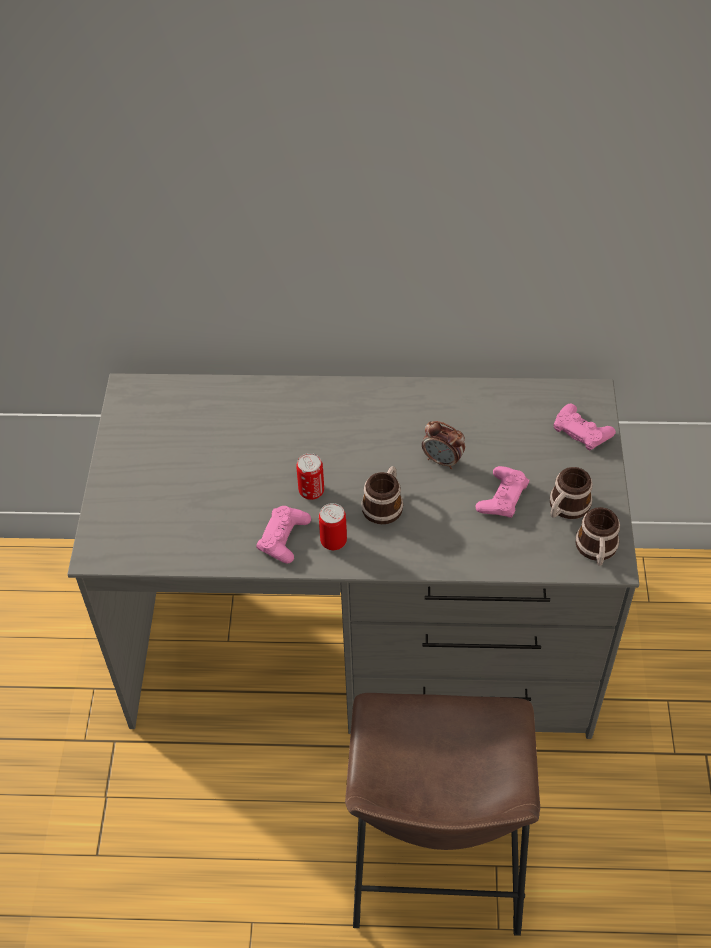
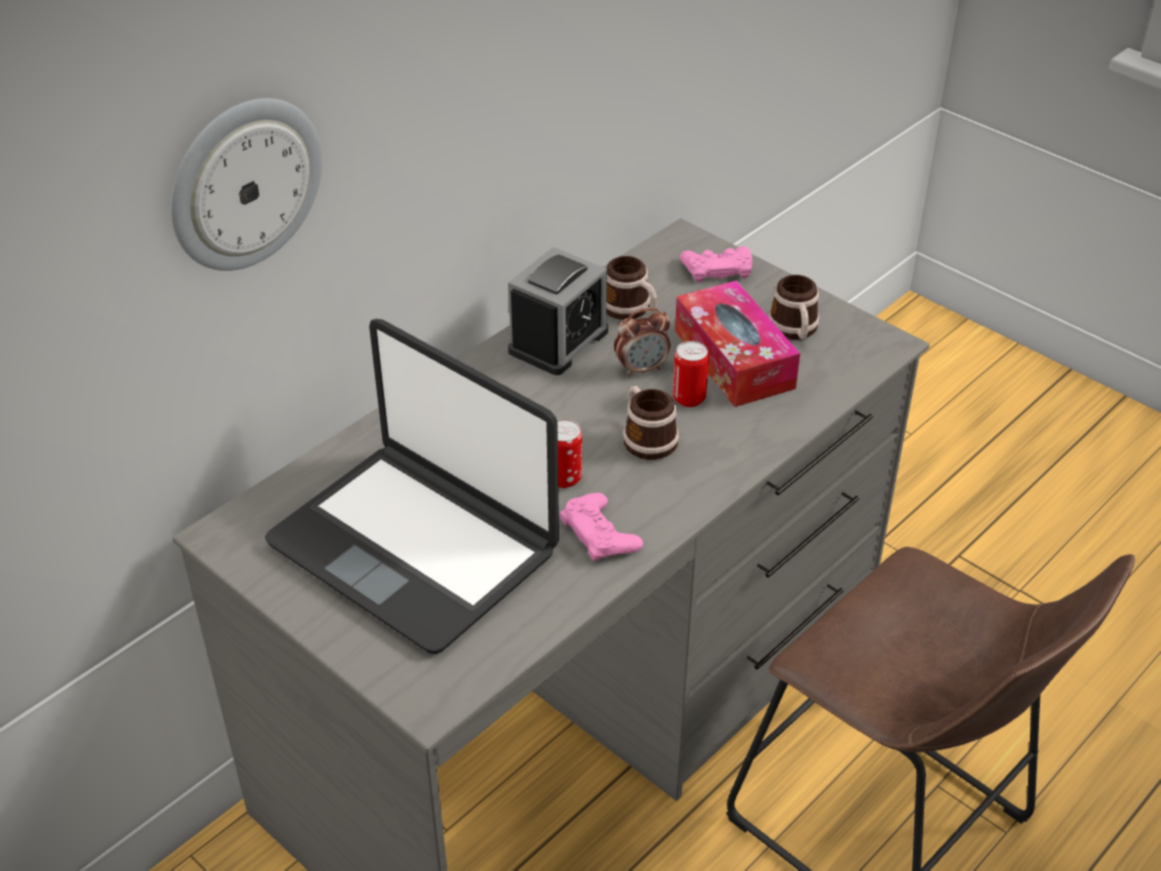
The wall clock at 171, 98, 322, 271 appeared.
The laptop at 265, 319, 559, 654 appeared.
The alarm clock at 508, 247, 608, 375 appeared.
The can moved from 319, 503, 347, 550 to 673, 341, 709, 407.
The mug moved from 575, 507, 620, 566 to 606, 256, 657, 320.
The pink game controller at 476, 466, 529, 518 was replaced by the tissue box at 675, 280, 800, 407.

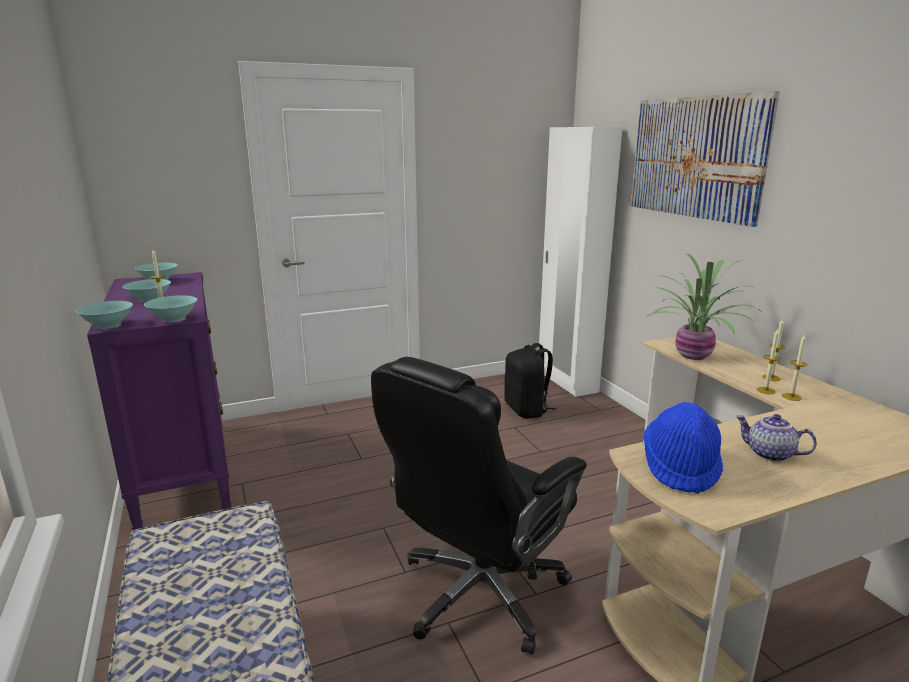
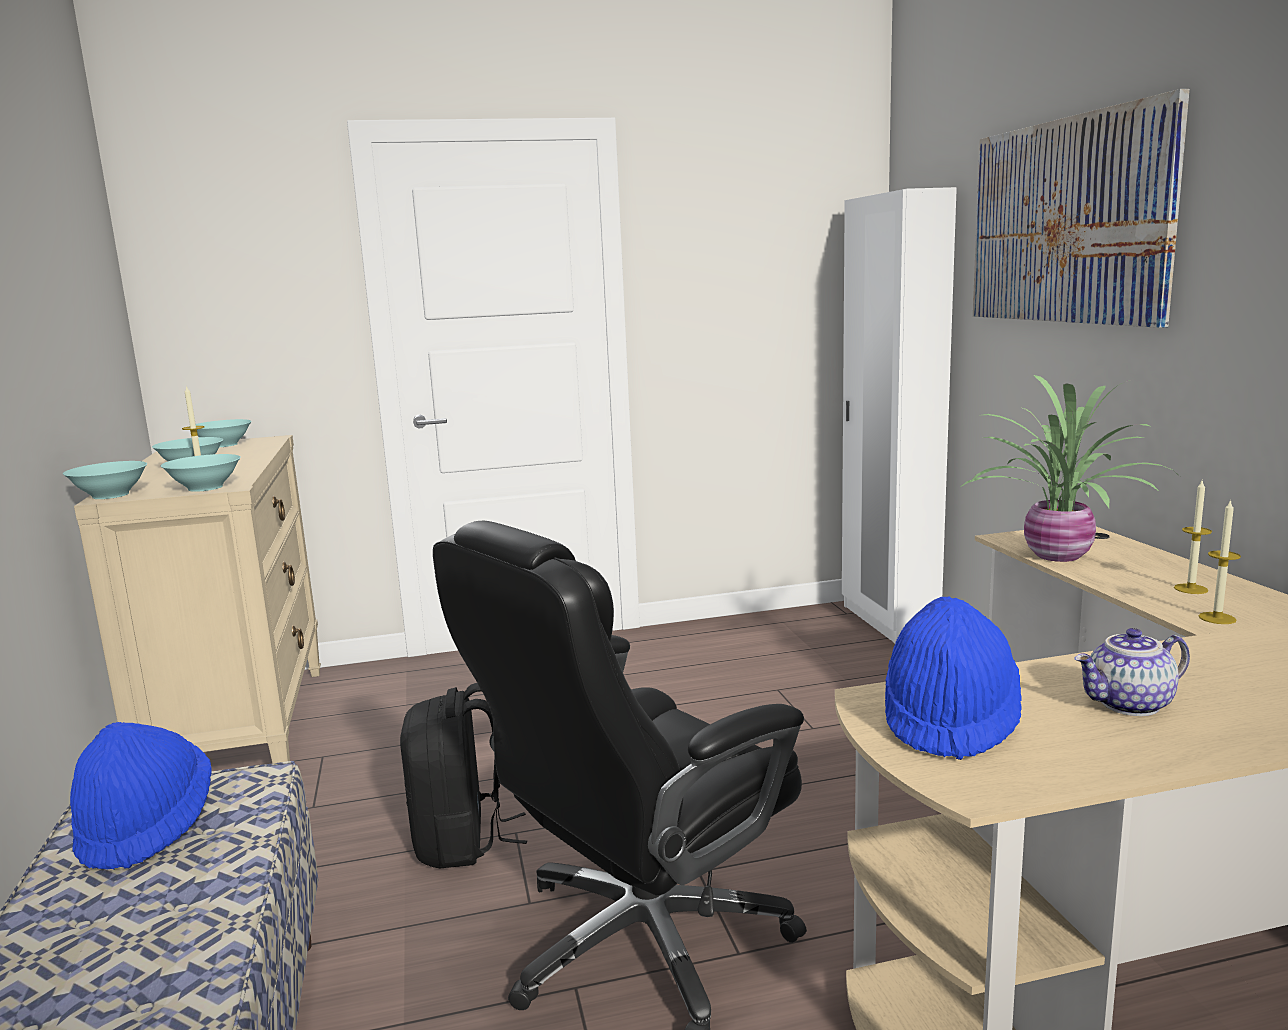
The candle at 756, 329, 781, 394 disappeared.
The blue hat at 70, 722, 212, 870 appeared.
The black backpack moved from 504, 343, 556, 419 to 400, 683, 527, 868.
The purple dresser at 87, 272, 232, 530 became the beige dresser at 74, 435, 321, 764.
The teapot at 735, 414, 817, 462 turned 60 degrees counterclockwise.

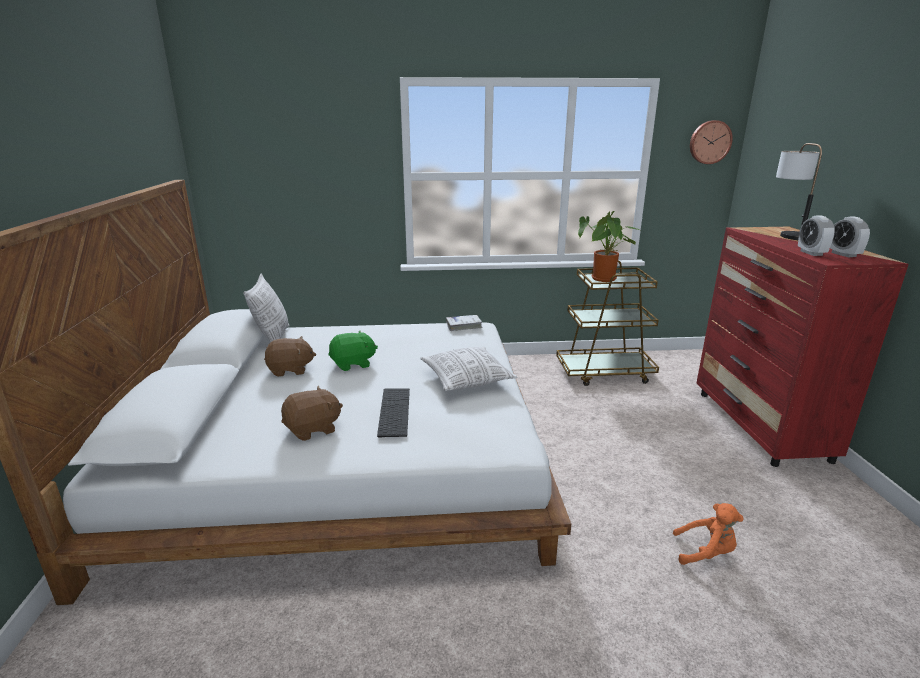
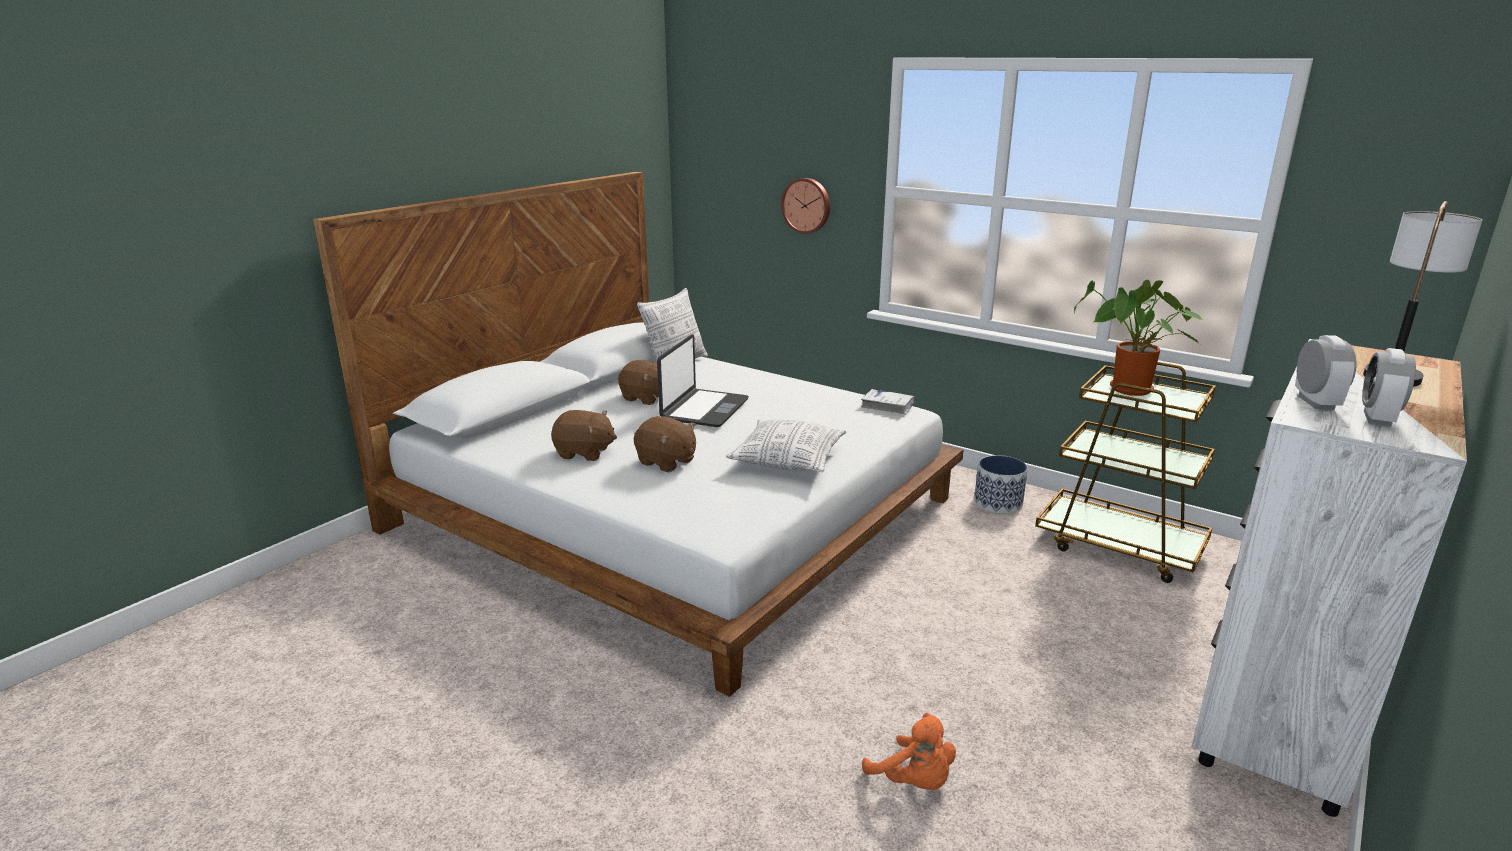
The planter at 974, 455, 1028, 514 appeared.
The wall clock moved from 690, 120, 733, 164 to 781, 178, 830, 234.
The green plush toy at 328, 331, 378, 371 was replaced by the laptop at 657, 334, 749, 427.
The keyboard at 377, 388, 410, 438 was replaced by the brown plush toy at 634, 416, 696, 472.
The red dresser at 696, 227, 909, 467 became the white dresser at 1191, 339, 1467, 817.
The alarm clock at 798, 215, 835, 256 turned 150 degrees clockwise.

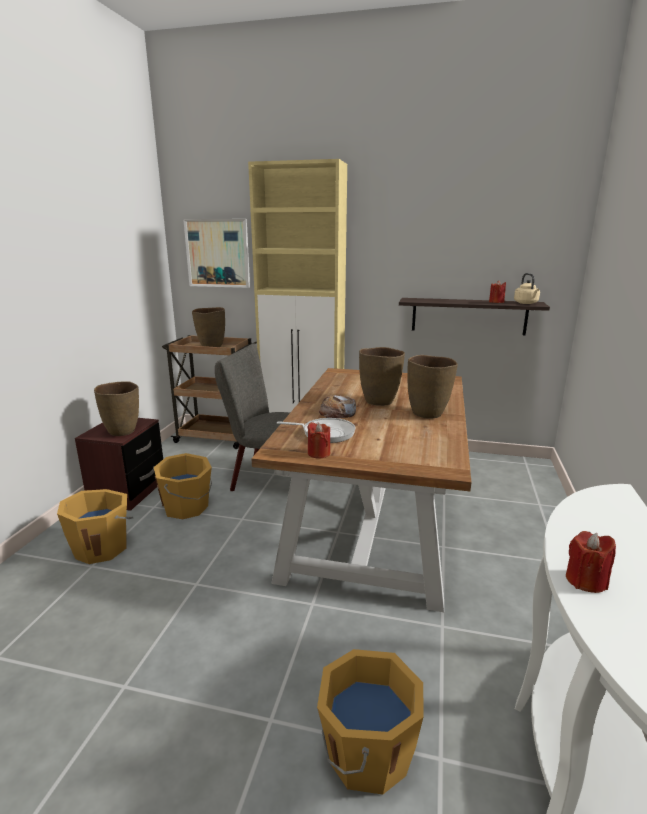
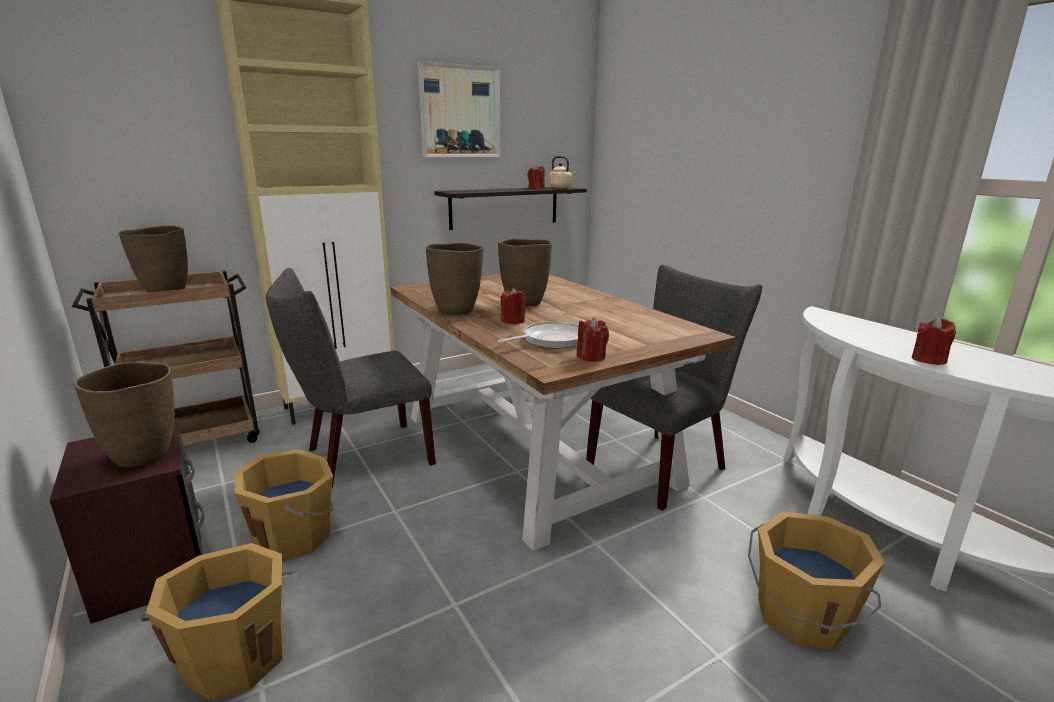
The grey chair at 586, 265, 762, 511 appeared.
The picture moved from 183, 219, 250, 288 to 418, 61, 501, 157.
The brown vase moved from 407, 355, 458, 419 to 426, 243, 483, 315.
The bread at 319, 395, 356, 418 was replaced by the red candle at 500, 288, 526, 324.

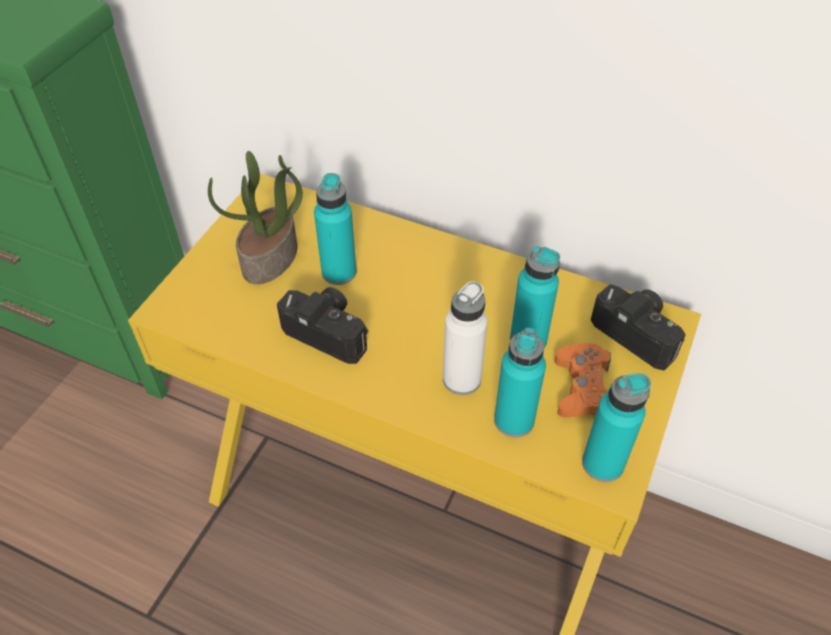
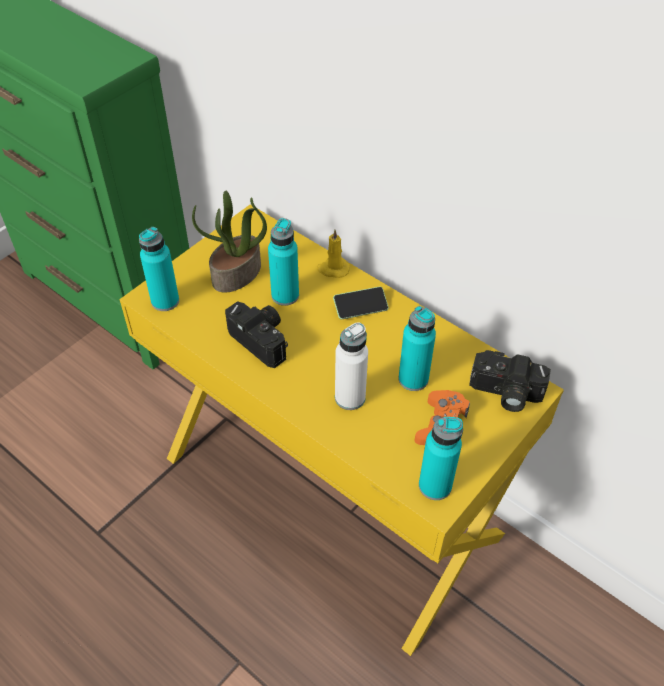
The yellow candle at 316, 229, 350, 278 appeared.
The phone at 333, 287, 389, 319 appeared.
The turquoise bottle moved from 494, 328, 546, 438 to 139, 227, 179, 311.
The photo camera at 591, 284, 686, 370 turned 135 degrees clockwise.

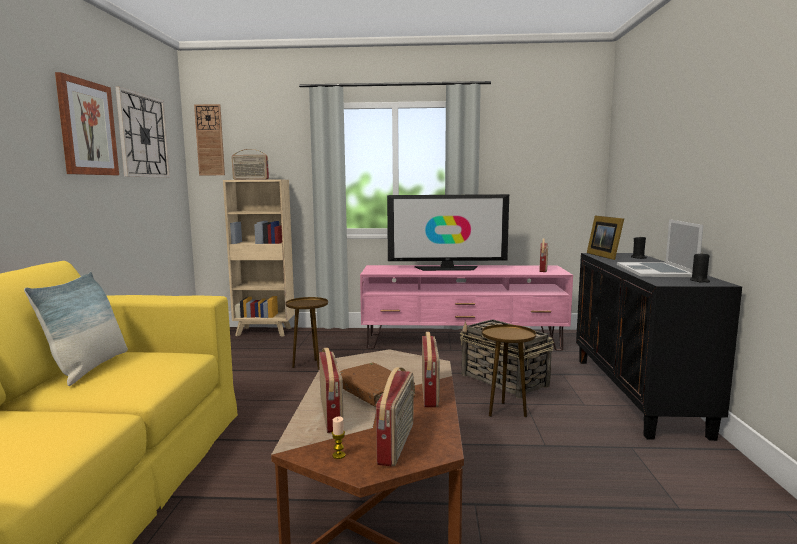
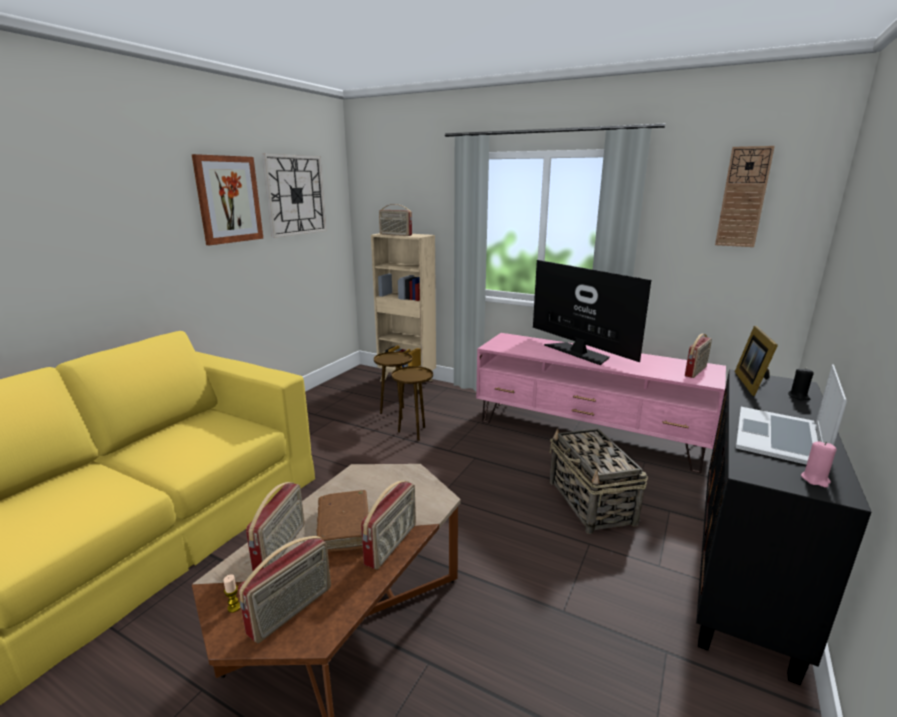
The pillow at 24, 272, 128, 386 disappeared.
The wall clock moved from 194, 104, 225, 176 to 715, 146, 775, 247.
The brown side table moved from 482, 324, 536, 417 to 374, 351, 412, 419.
The black candle at 690, 252, 710, 283 became the pink candle at 801, 441, 837, 488.
The television at 387, 194, 509, 271 turned 150 degrees counterclockwise.

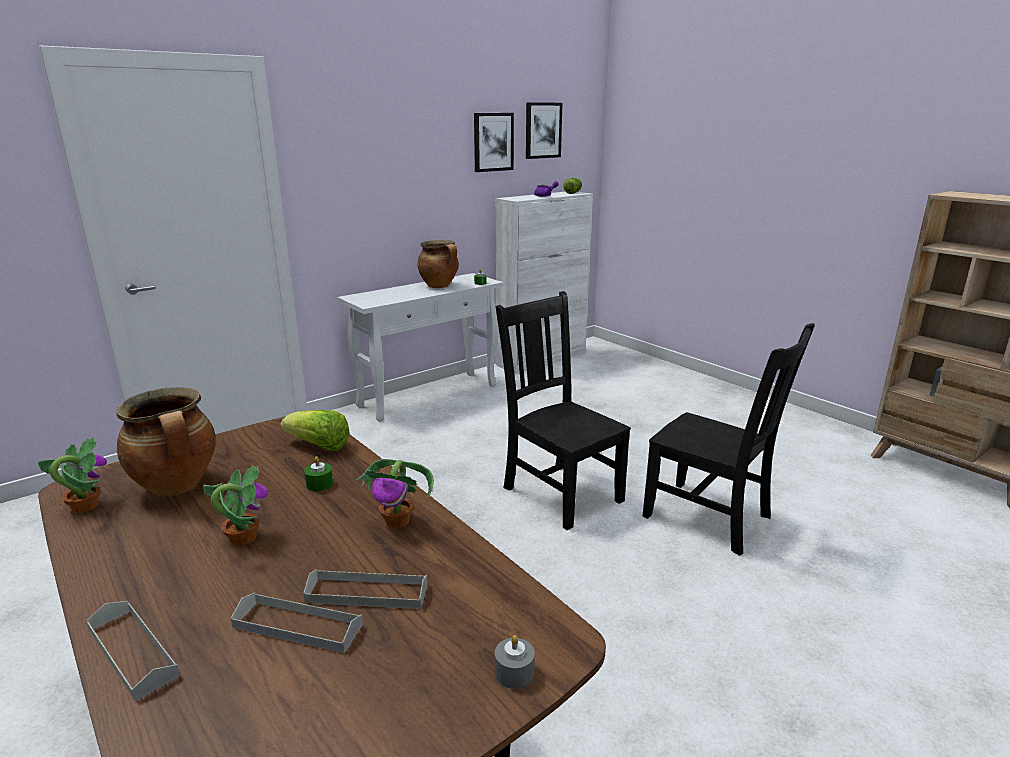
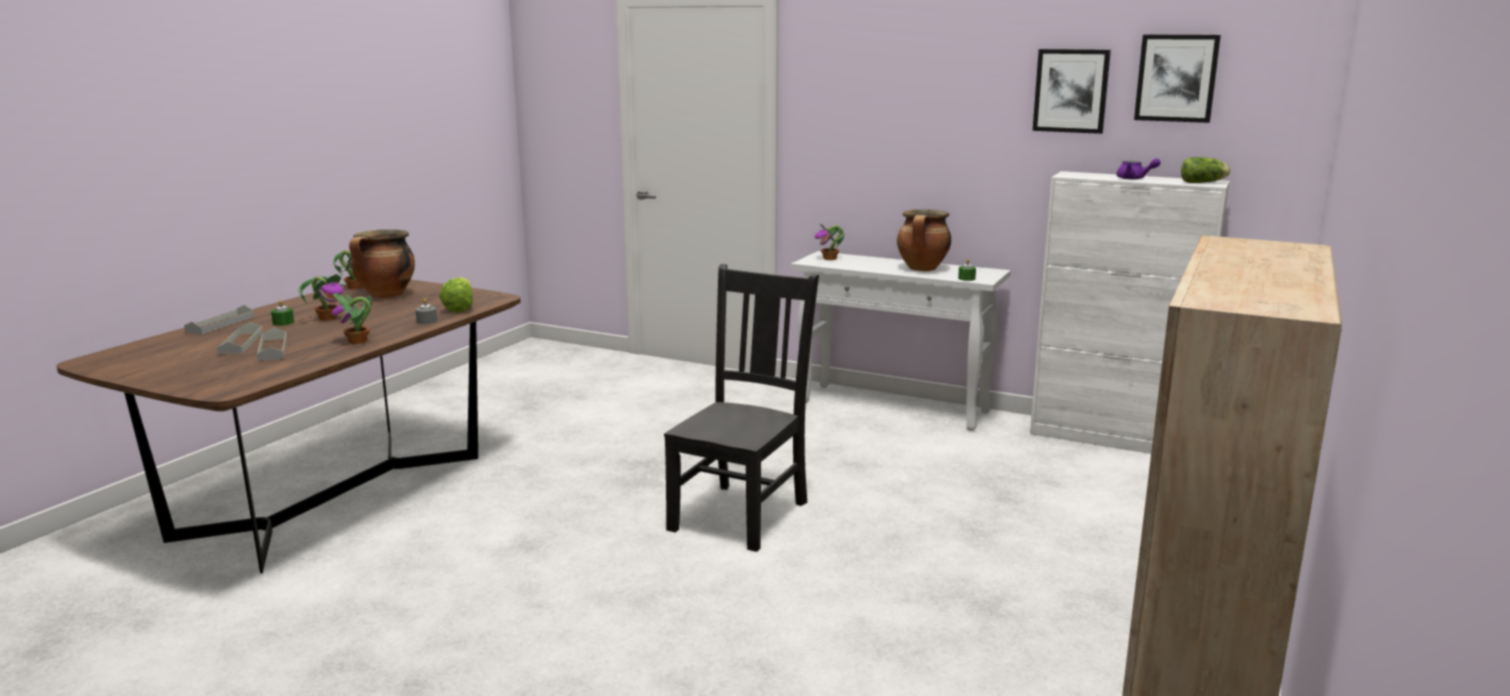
The black chair at 642, 323, 815, 556 disappeared.
The potted plant at 814, 223, 844, 260 appeared.
The green candle moved from 304, 456, 333, 491 to 271, 300, 294, 326.
The grey candle moved from 495, 635, 535, 689 to 415, 298, 437, 324.

